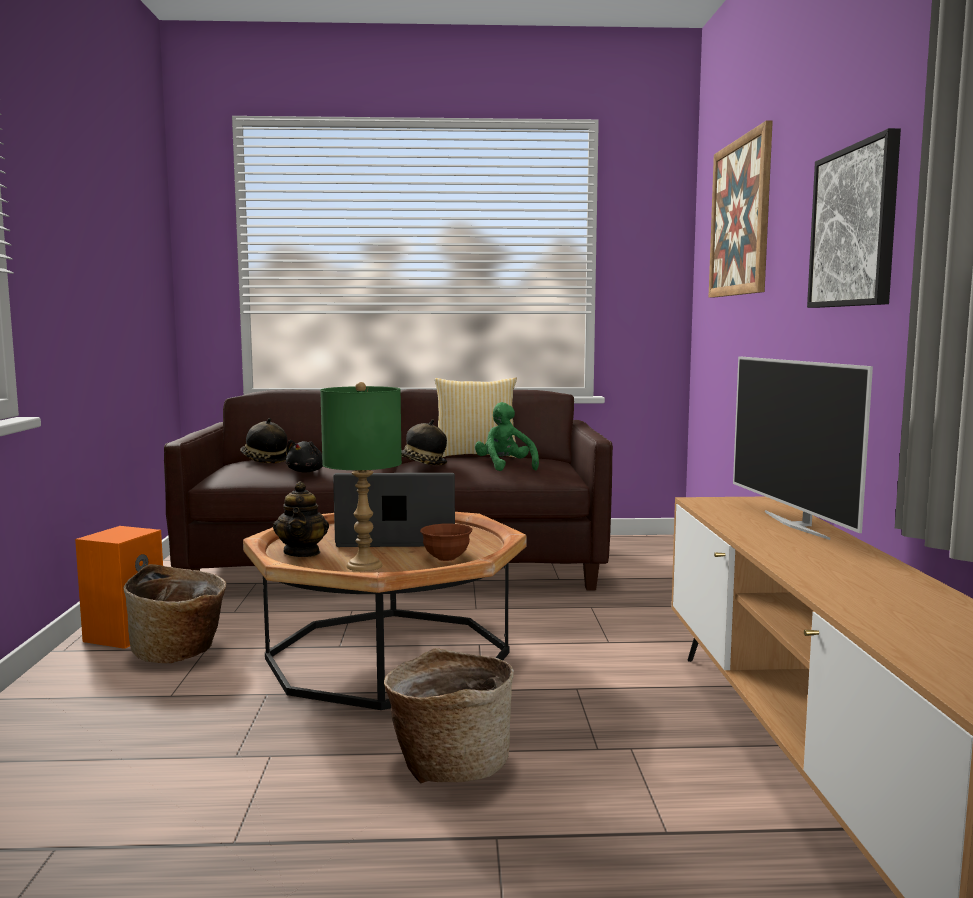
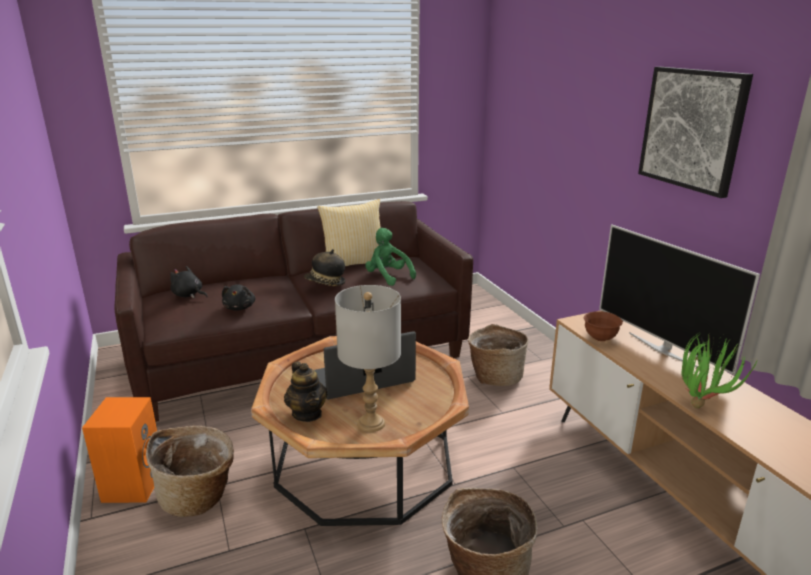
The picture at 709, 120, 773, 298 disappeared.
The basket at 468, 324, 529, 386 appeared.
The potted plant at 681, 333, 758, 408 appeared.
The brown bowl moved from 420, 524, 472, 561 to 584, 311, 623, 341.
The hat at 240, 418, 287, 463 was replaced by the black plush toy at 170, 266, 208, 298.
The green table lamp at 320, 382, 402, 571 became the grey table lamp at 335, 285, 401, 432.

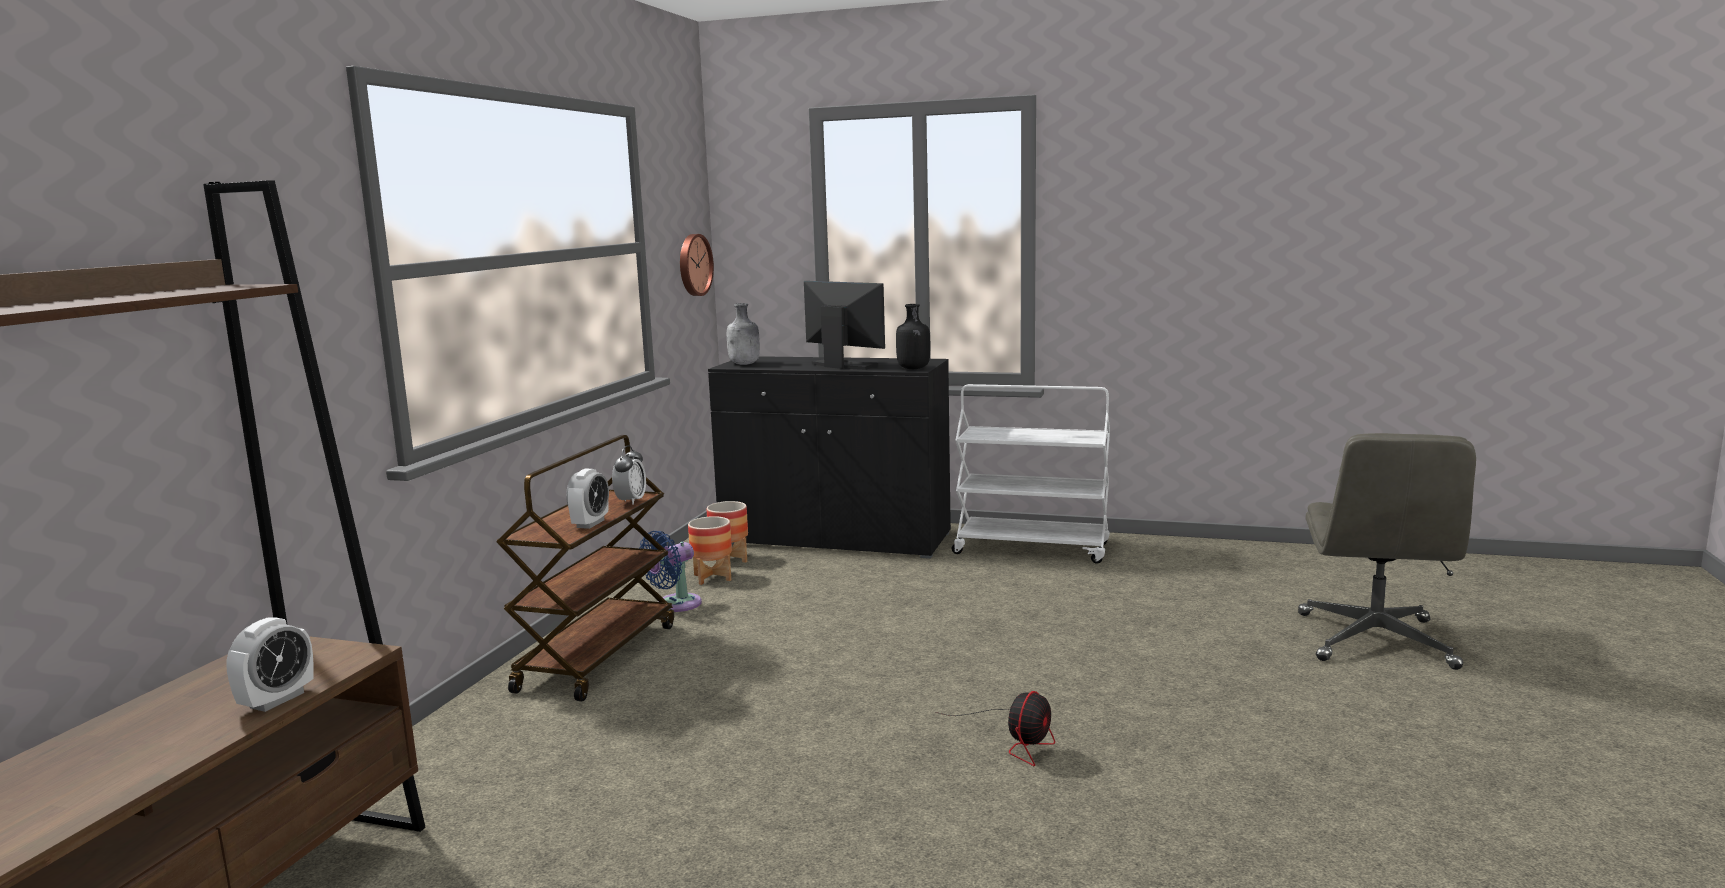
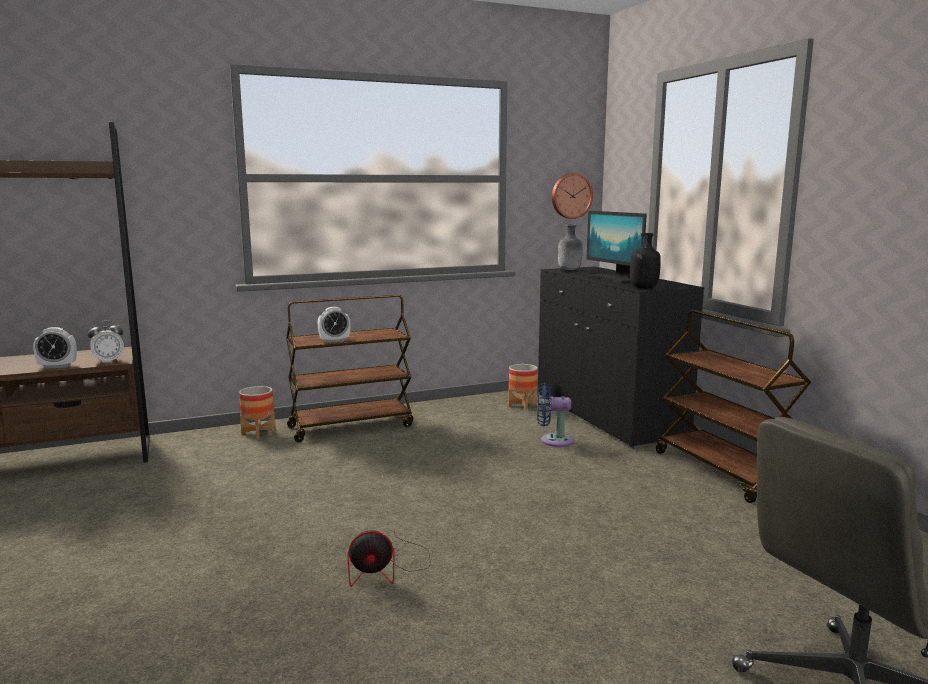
The alarm clock moved from 612, 445, 646, 505 to 88, 320, 124, 364.
The blue fan moved from 639, 531, 702, 612 to 537, 382, 574, 447.
The planter moved from 688, 516, 732, 585 to 239, 386, 276, 439.
The white cart at 952, 384, 1110, 564 became the brown cart at 656, 310, 811, 503.
The monitor at 804, 281, 885, 370 turned 150 degrees clockwise.

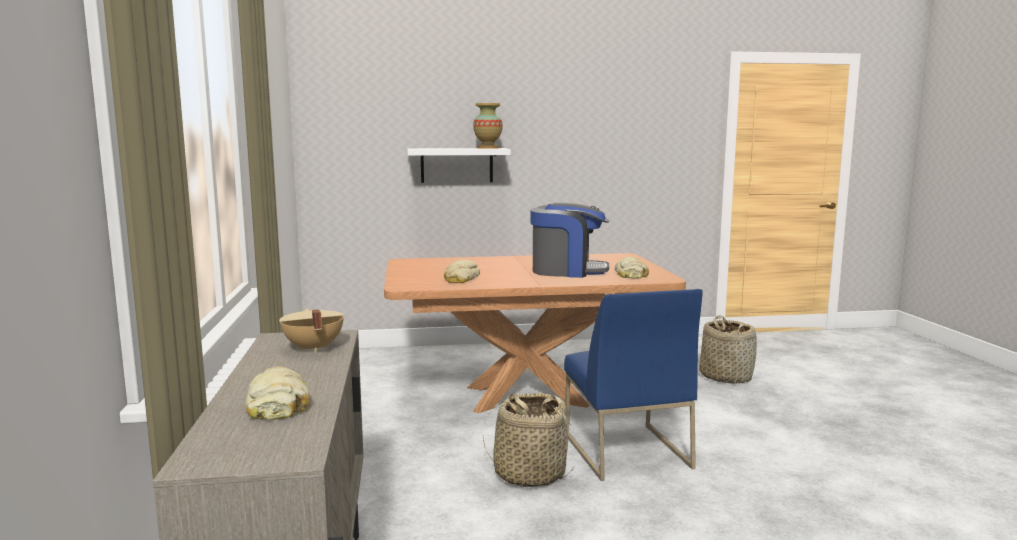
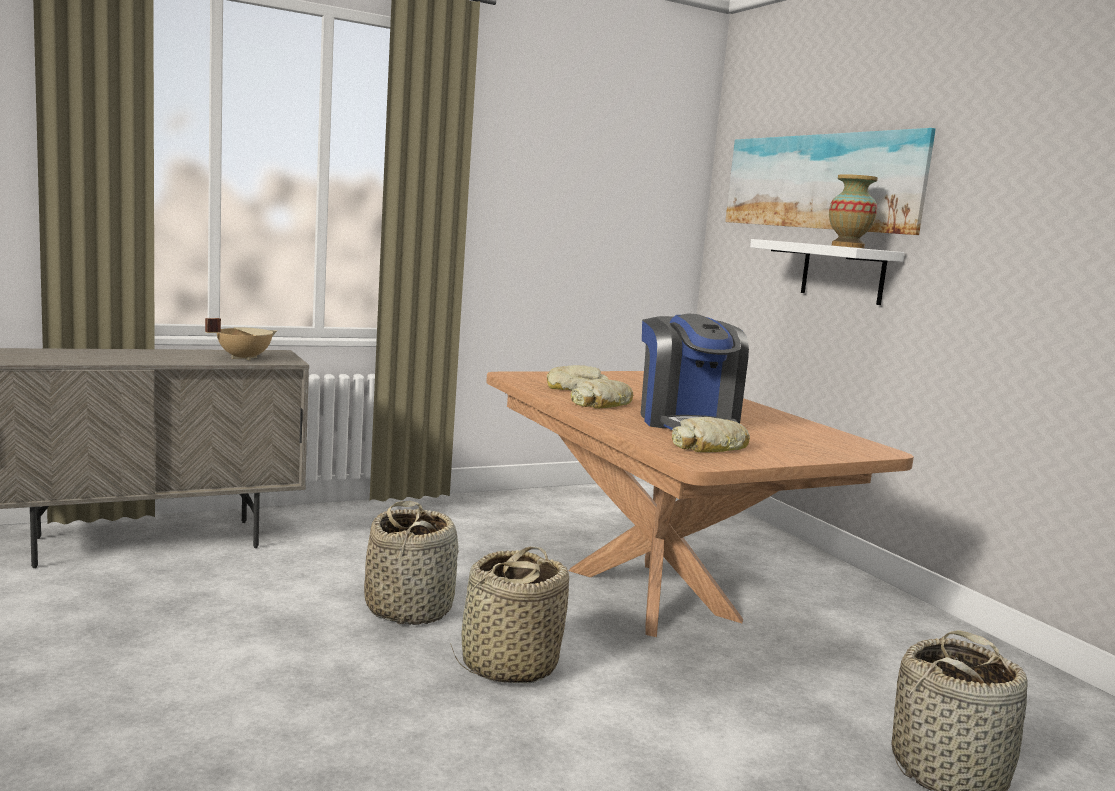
The picture at 725, 128, 936, 235 appeared.
The bread moved from 245, 366, 310, 420 to 571, 379, 633, 408.
The blue chair at 564, 289, 703, 481 was replaced by the basket at 450, 546, 569, 683.

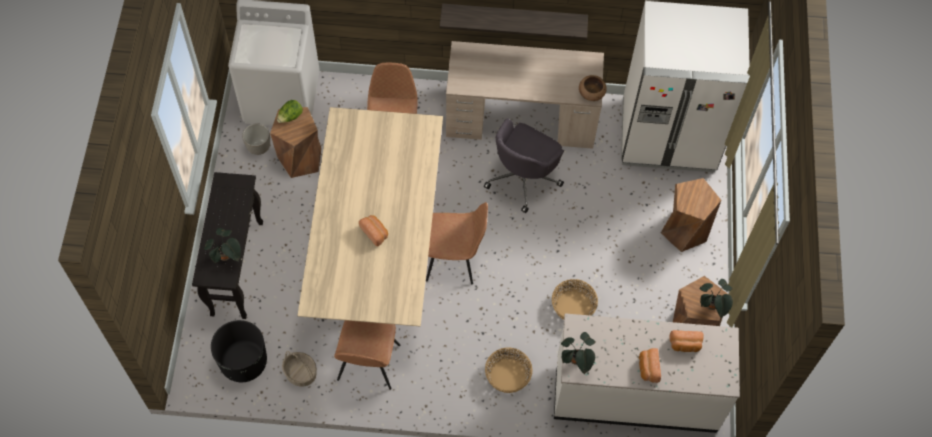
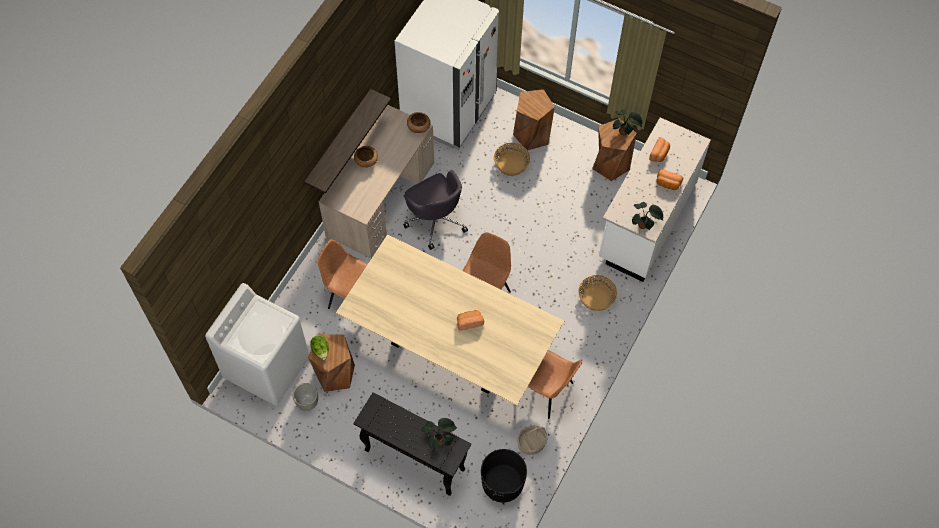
The brown bowl at 354, 146, 378, 168 appeared.
The basket moved from 552, 279, 598, 320 to 494, 143, 530, 176.

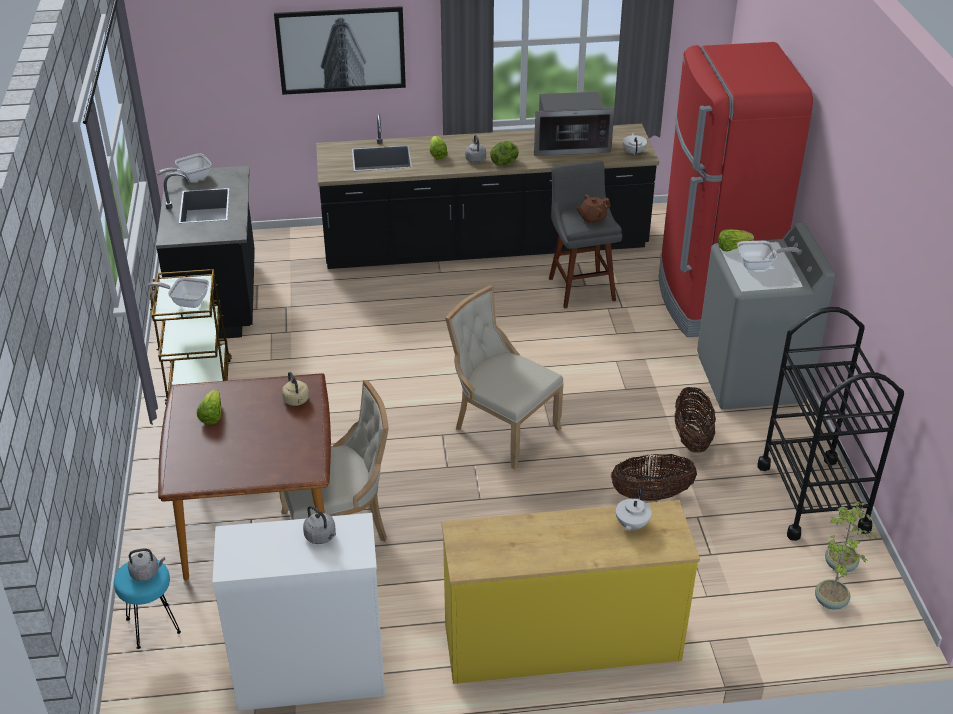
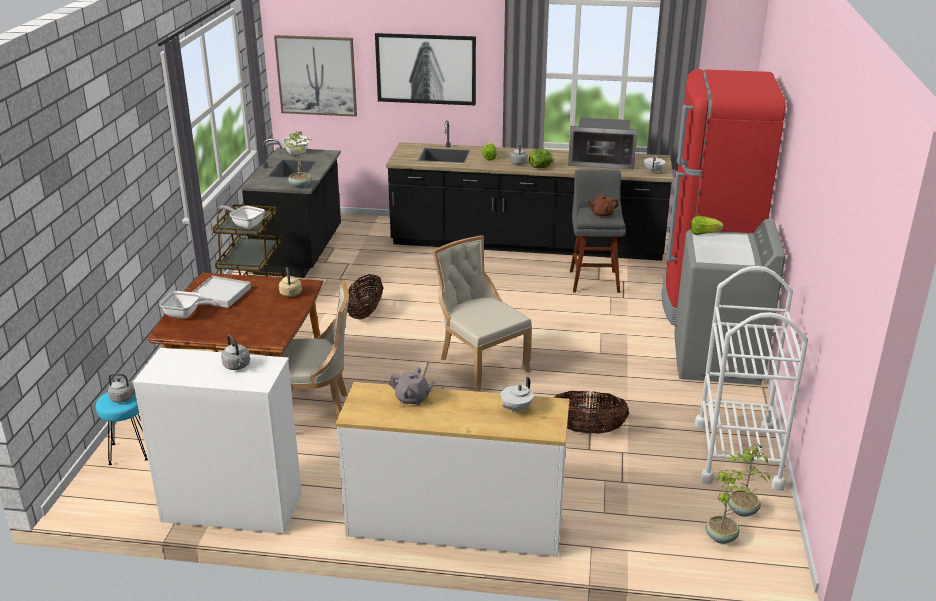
The picture at 274, 35, 357, 117 appeared.
The potted plant at 283, 131, 312, 188 appeared.
The grey teapot at 389, 368, 435, 406 appeared.
The basket moved from 675, 387, 716, 453 to 347, 274, 383, 319.
The frying pan moved from 737, 241, 800, 270 to 159, 291, 219, 319.
The lettuce at 197, 390, 221, 425 was replaced by the white tray at 193, 276, 251, 308.
The yellow dresser at 442, 500, 700, 684 became the white dresser at 336, 382, 570, 557.
The black cart at 757, 307, 904, 541 became the white cart at 695, 266, 808, 491.

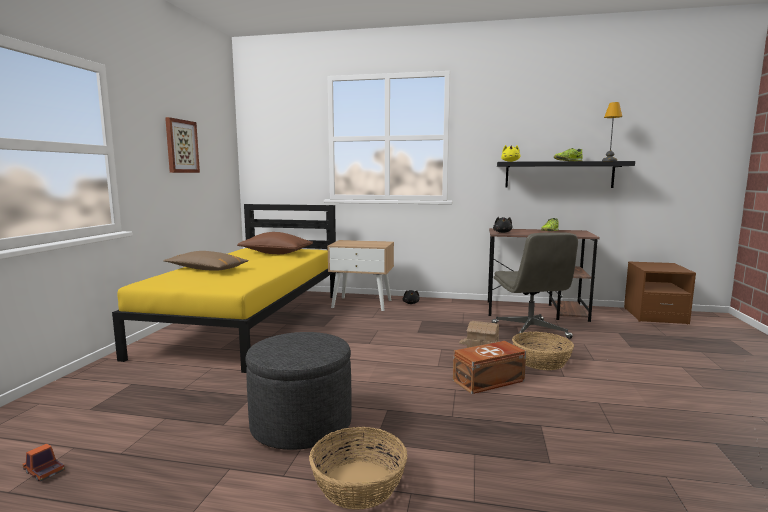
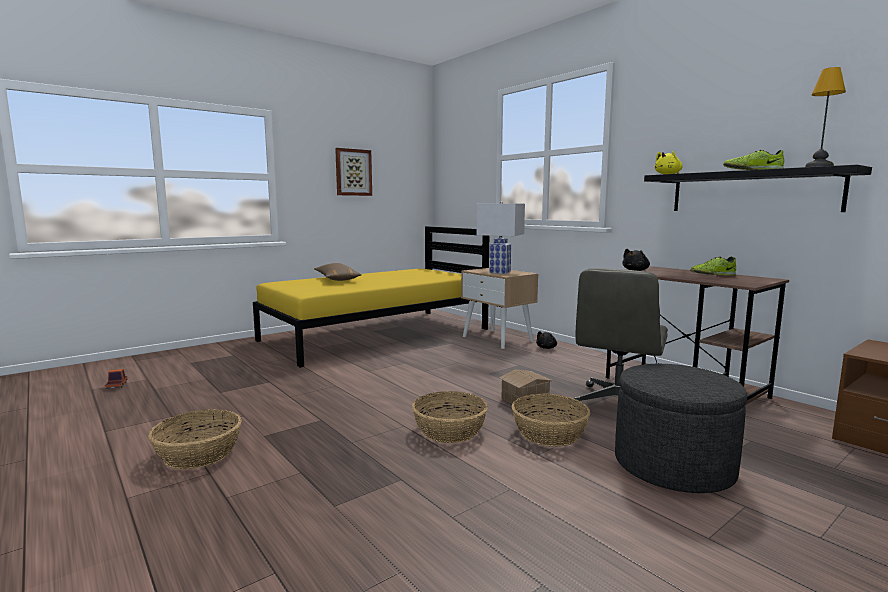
The brown pillow at 237, 232, 313, 254 disappeared.
The white table lamp at 476, 202, 525, 274 appeared.
The grey ottoman moved from 246, 332, 352, 450 to 615, 364, 747, 493.
The brown storage box at 453, 341, 526, 394 was replaced by the basket at 412, 391, 488, 443.

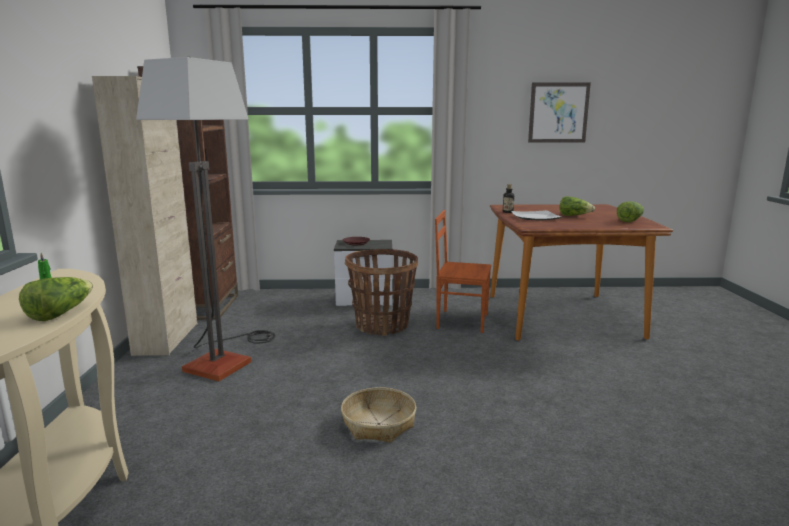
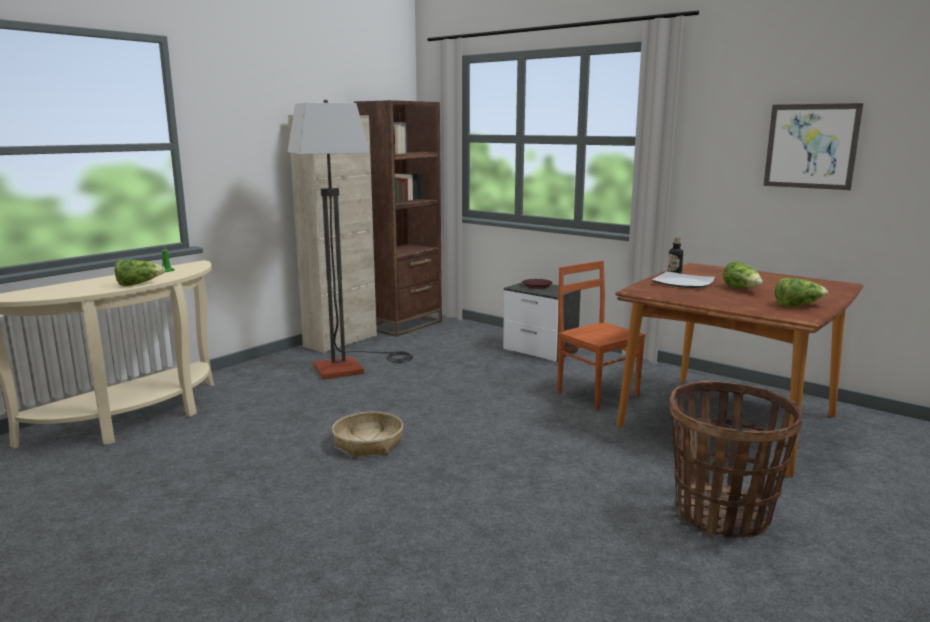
The basket moved from 345, 249, 418, 336 to 669, 381, 802, 538.

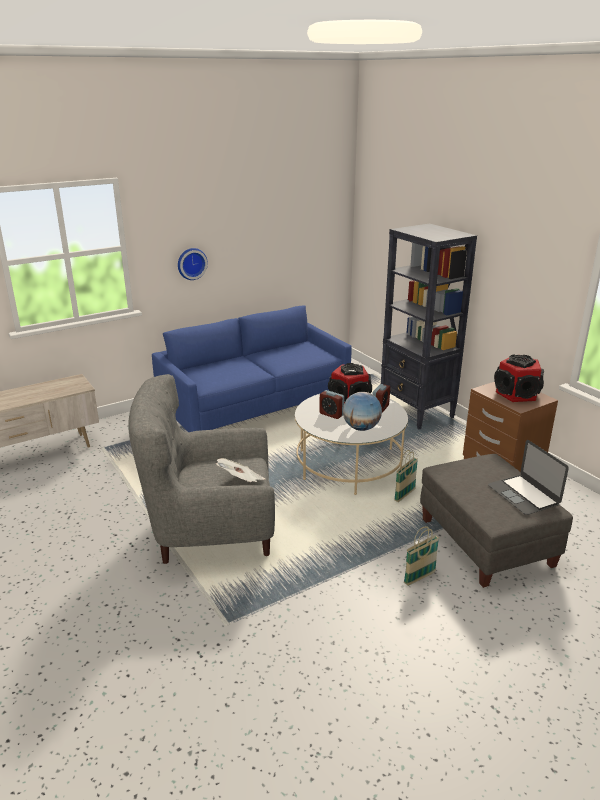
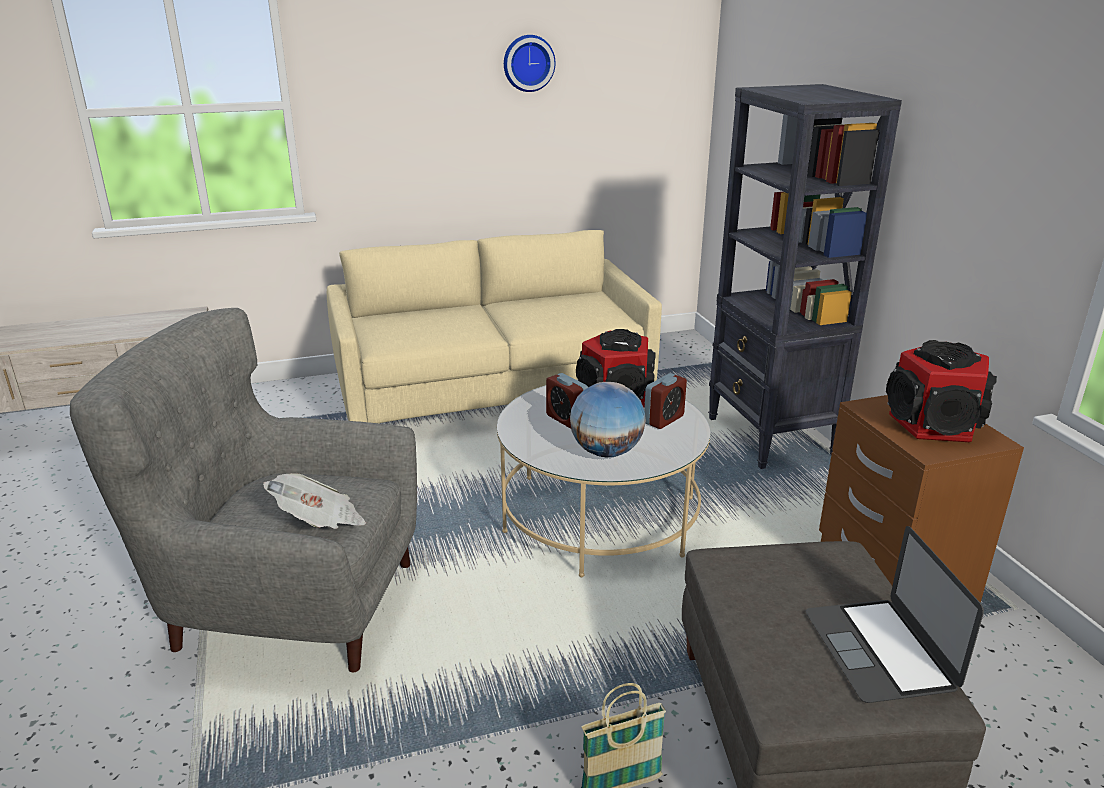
The basket at 394, 450, 418, 502 disappeared.
The wall clock moved from 178, 248, 208, 280 to 504, 35, 555, 92.
The blue sofa at 152, 305, 352, 432 became the beige sofa at 327, 230, 662, 423.

